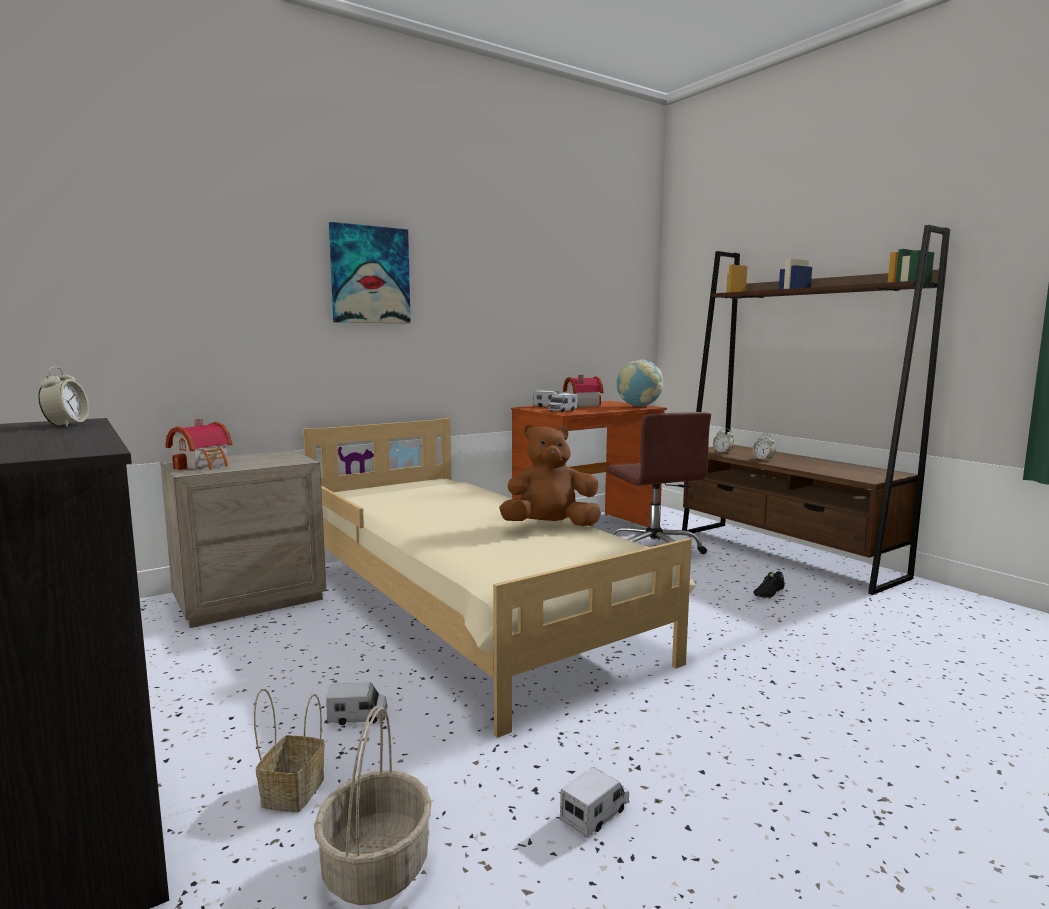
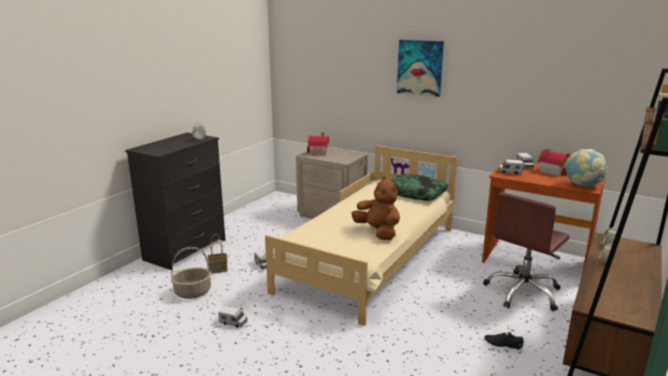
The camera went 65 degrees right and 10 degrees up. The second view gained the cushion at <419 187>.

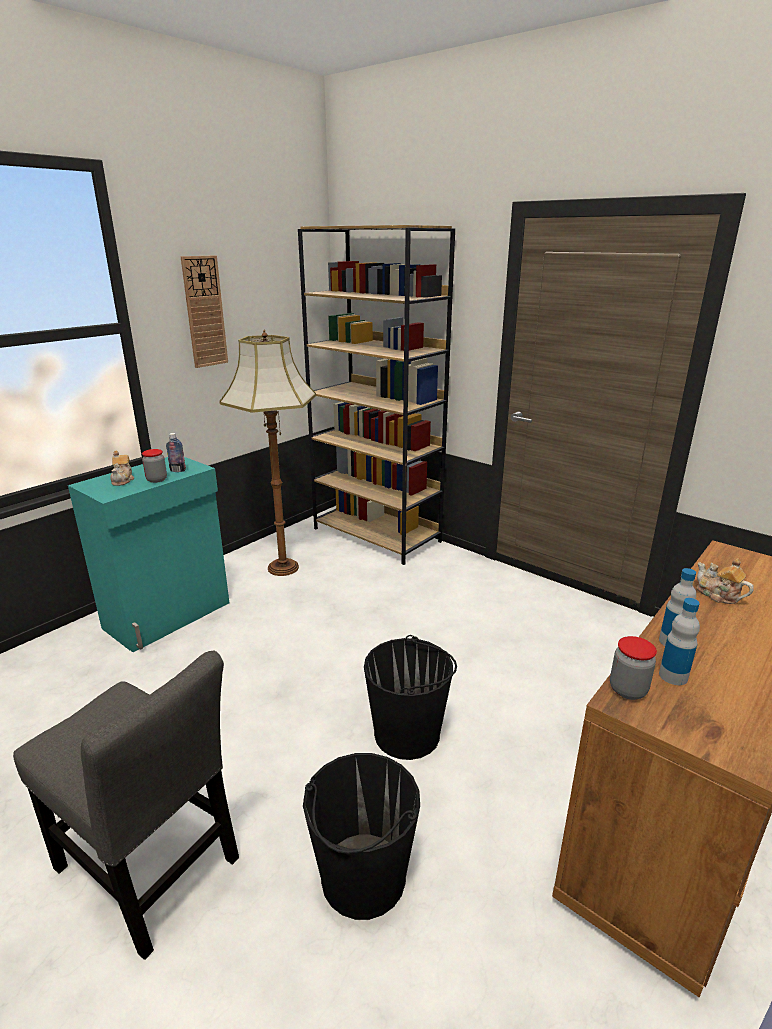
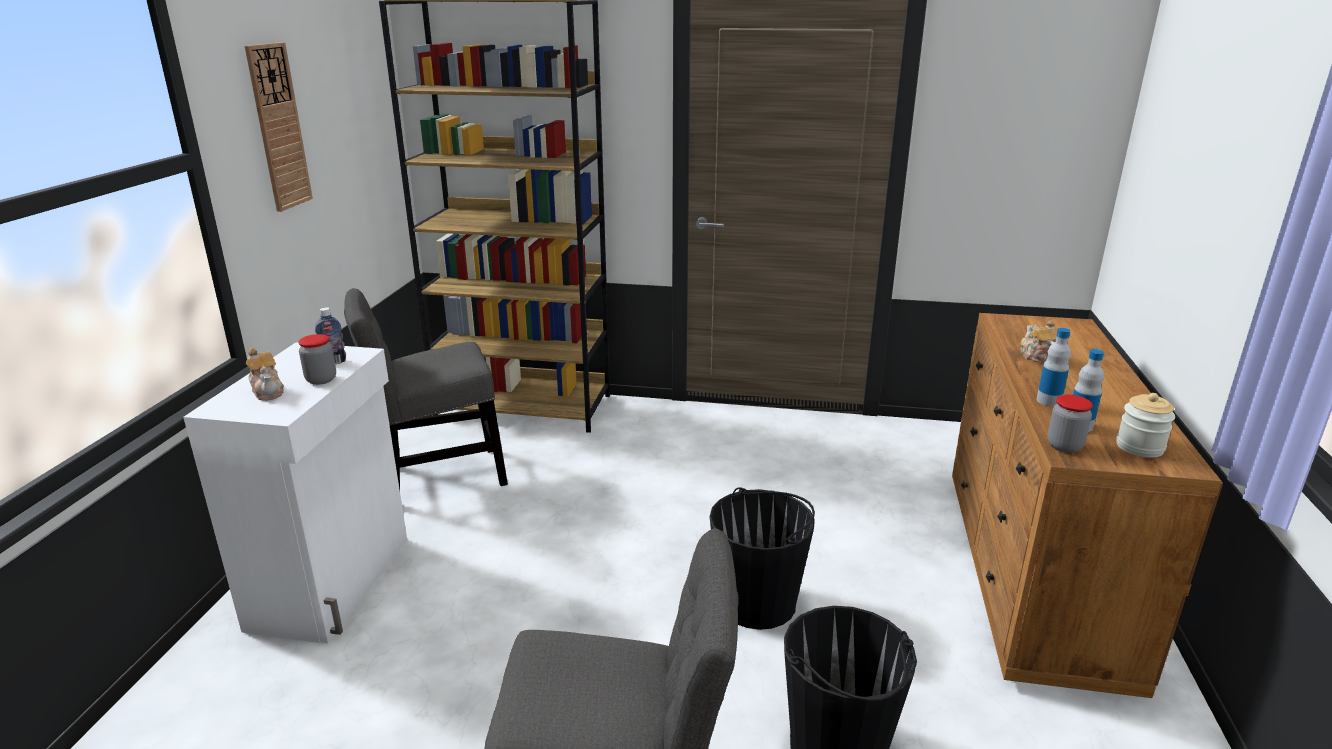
The camera went 30 degrees left and 0 degrees up. What was the cabinet in turquoise-coloured at <148 554> turned into the cabinet in white at <295 492>. Where the standard lamp stood at <267 453>, the chair in grey came to stand at <426 388>. The pot for tea at <725 581> ended up facing another way, 60 degrees clockwise from before. The second view gained the jar at <1145 425>.

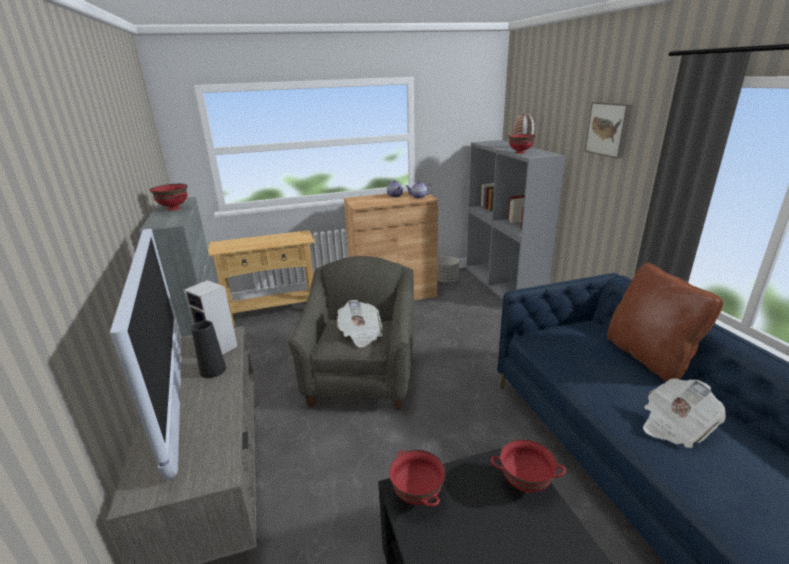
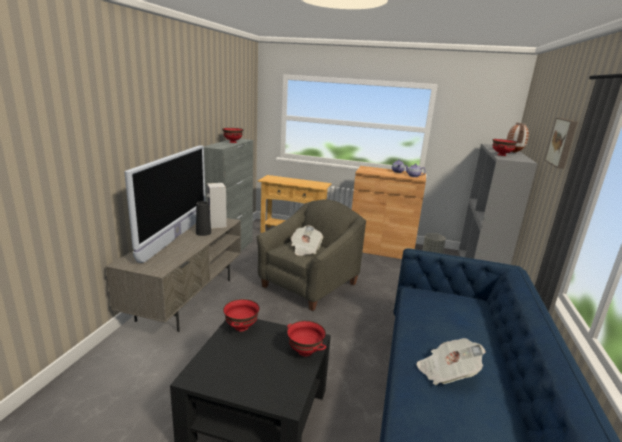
The camera went 30 degrees right and 5 degrees down. The second view lost the cushion in brown-coloured at <665 322>.

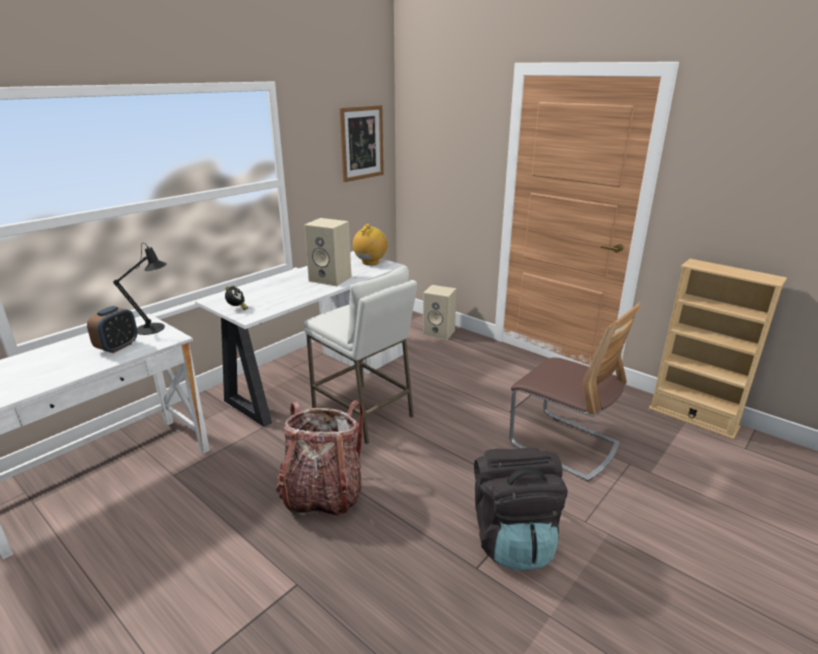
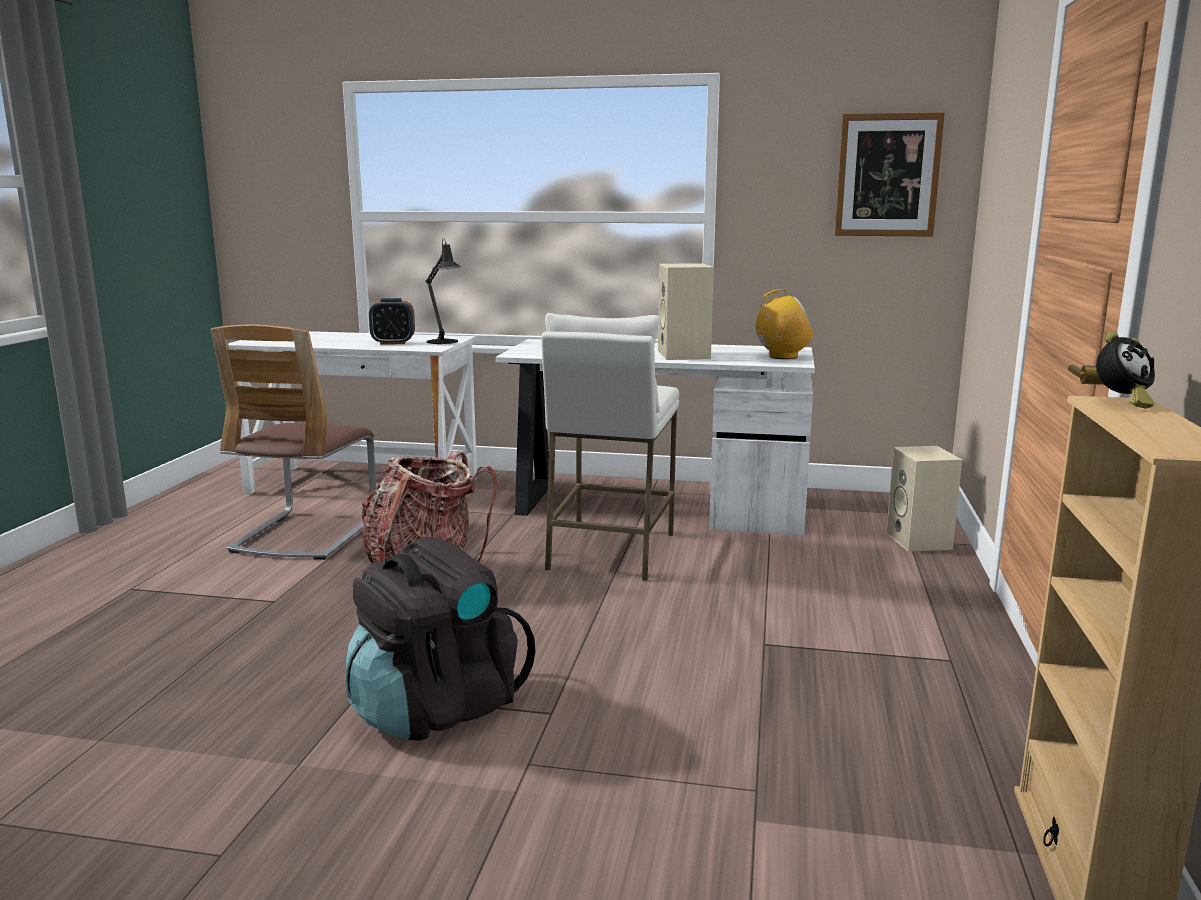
The camera went 60 degrees right and 10 degrees down. The table clock ended up elsewhere, having gone from <236 297> to <1125 370>. The chair ended up elsewhere, having gone from <575 392> to <293 442>.

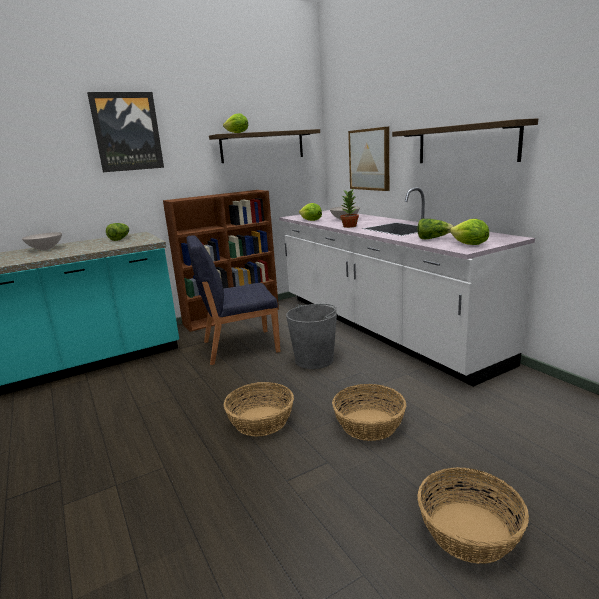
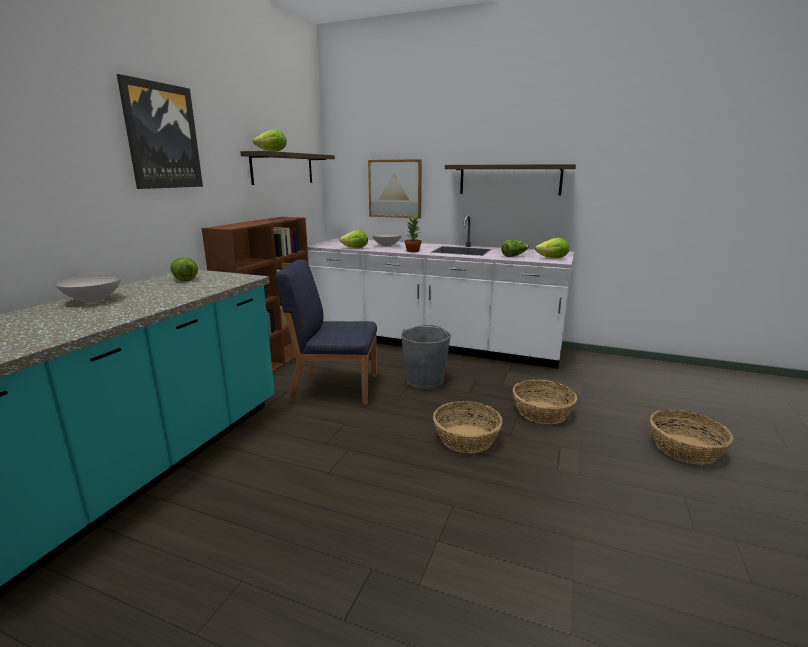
The camera went 40 degrees left and 0 degrees up. The chair in blue at <233 300> ended up facing another way, 60 degrees clockwise from before.

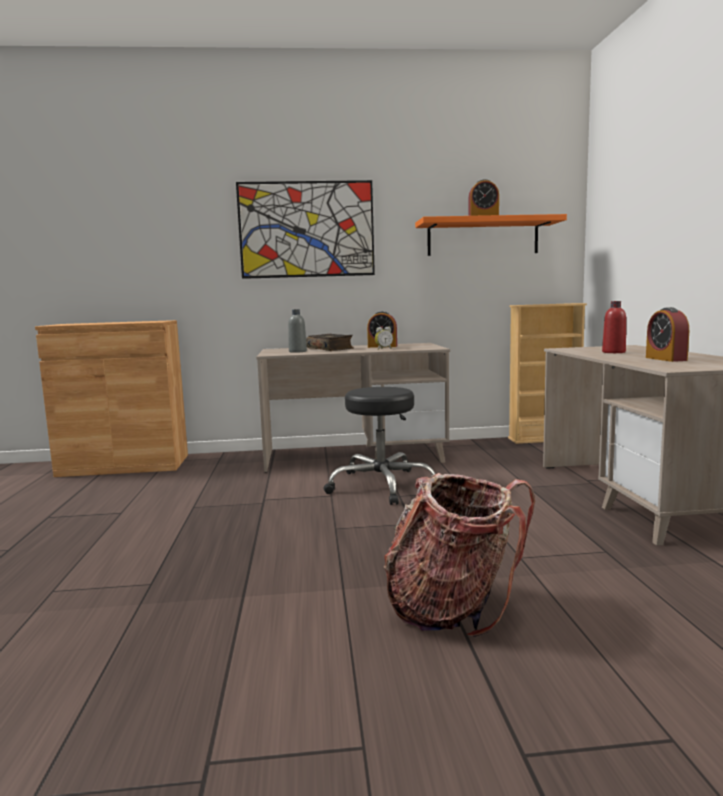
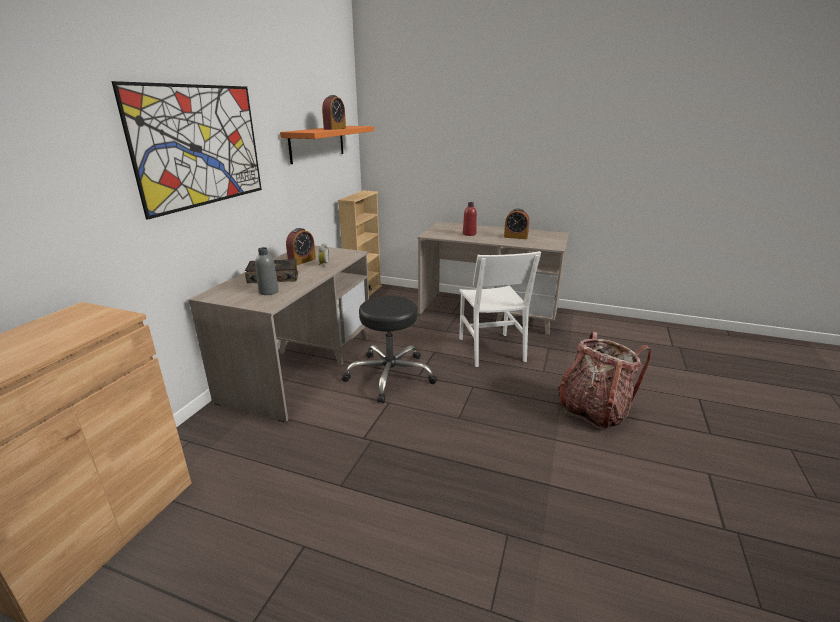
The camera went 65 degrees left and 15 degrees up. The second view gained the chair in white at <500 309>.

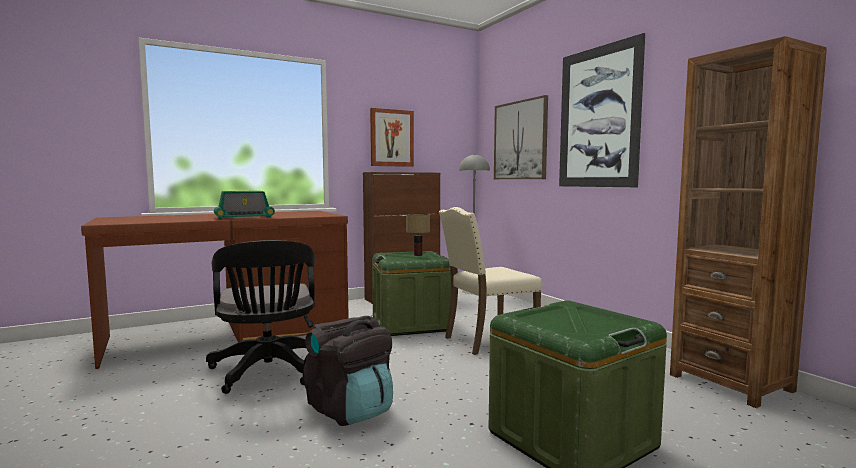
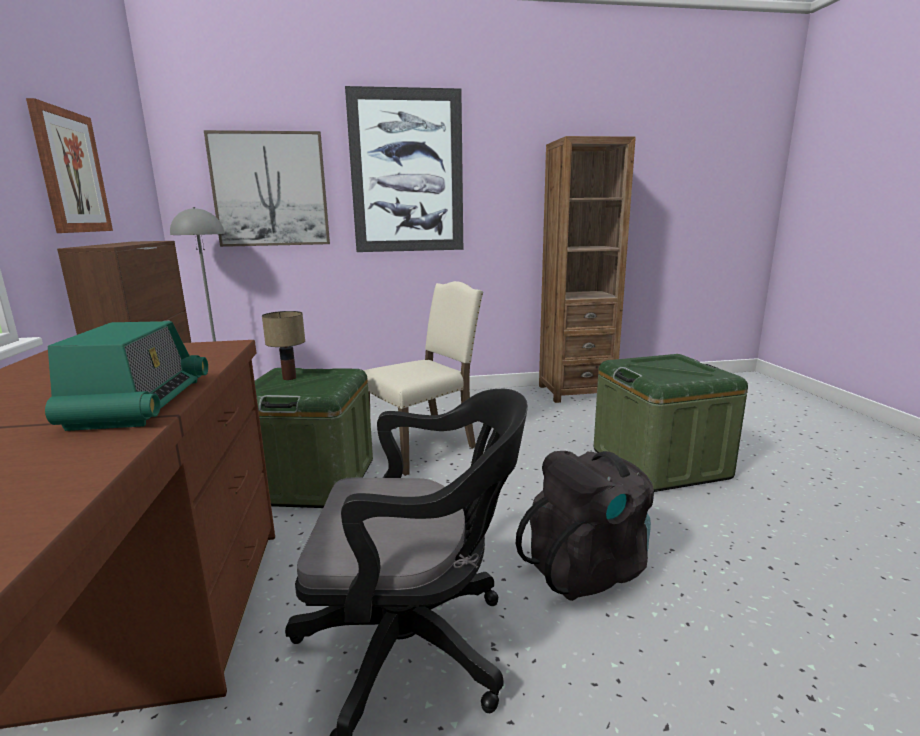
The camera went 70 degrees left and 10 degrees up. The chair in beige at <490 281> ended up facing another way, 120 degrees counterclockwise from before.

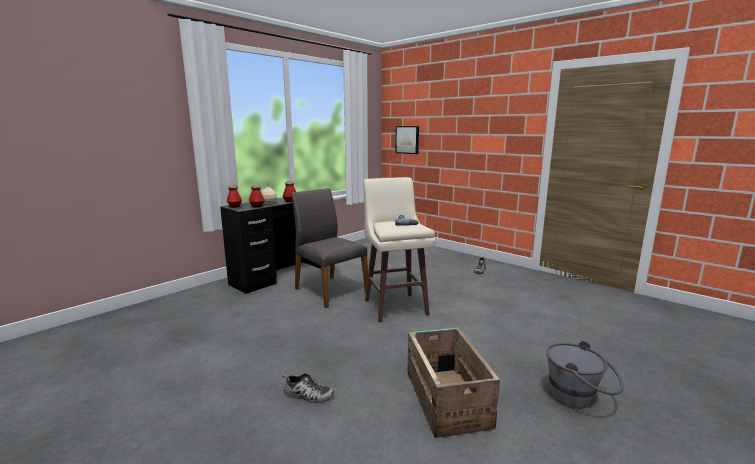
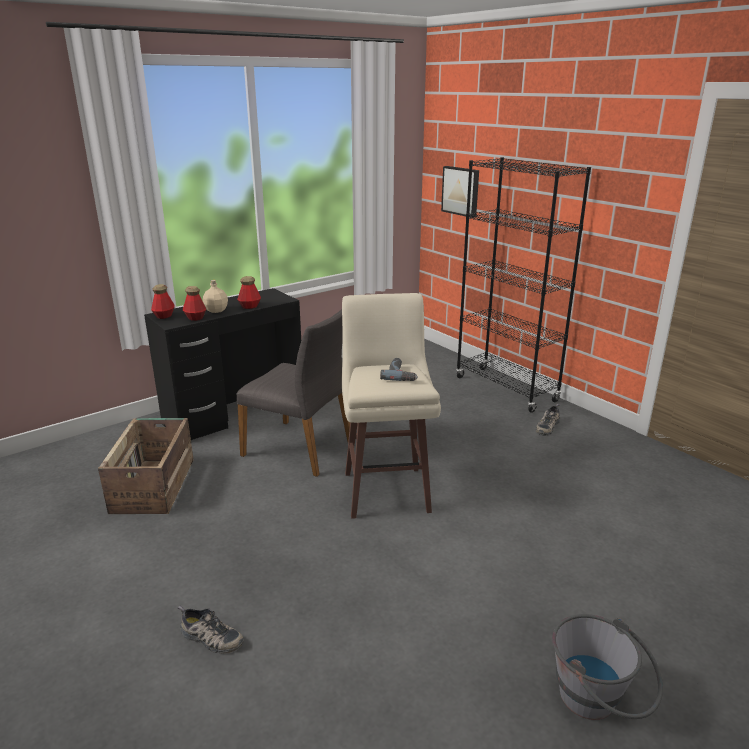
The camera went 10 degrees right and 10 degrees up. The chair in grey at <330 248> ended up facing another way, 150 degrees clockwise from before. The packing crate ended up elsewhere, having gone from <453 383> to <146 466>. The second view gained the bookcase in black at <523 285>.

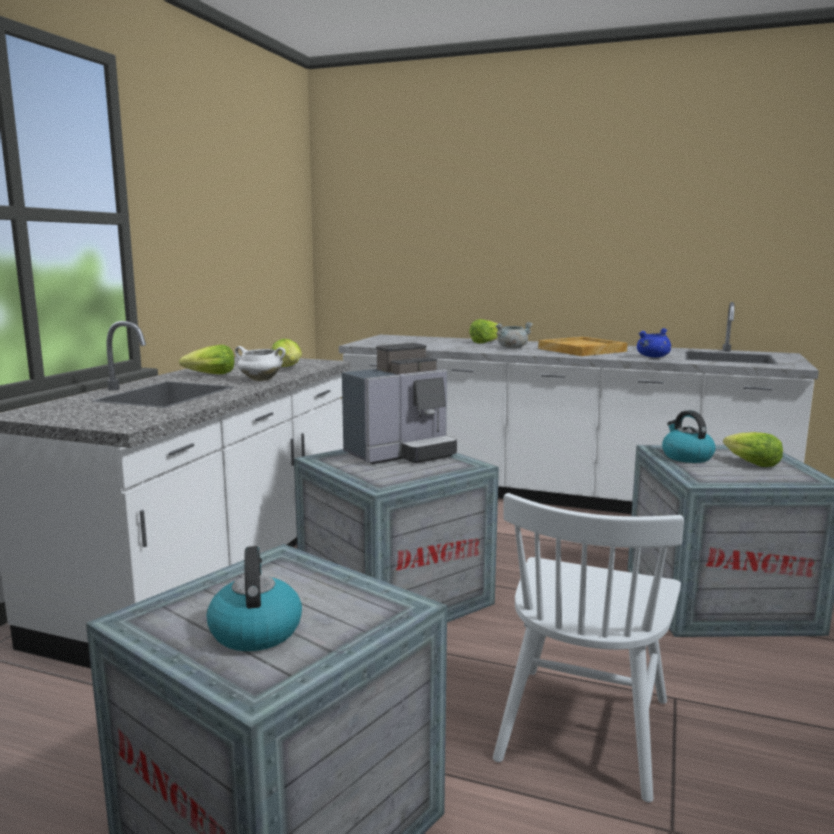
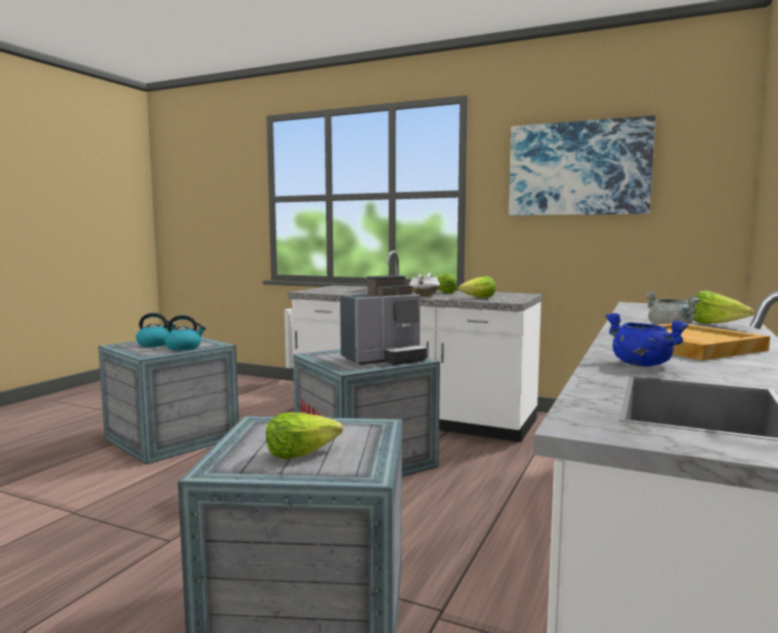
The camera went 95 degrees right and 5 degrees down. The coffee maker at <399 403> ended up facing another way, 90 degrees counterclockwise from before. The second view lost the chair in white at <588 648>. The water kettle ended up elsewhere, having gone from <689 436> to <185 332>. The second view gained the wall art at <582 165>.

